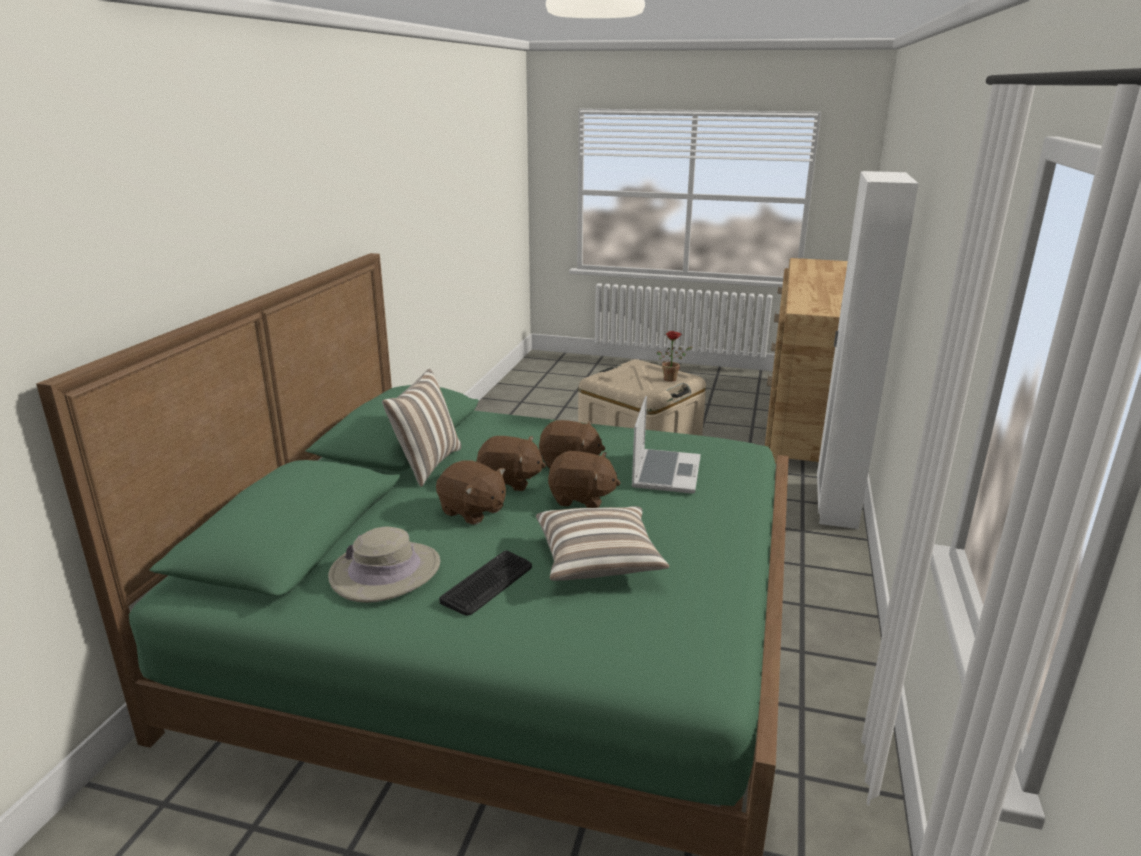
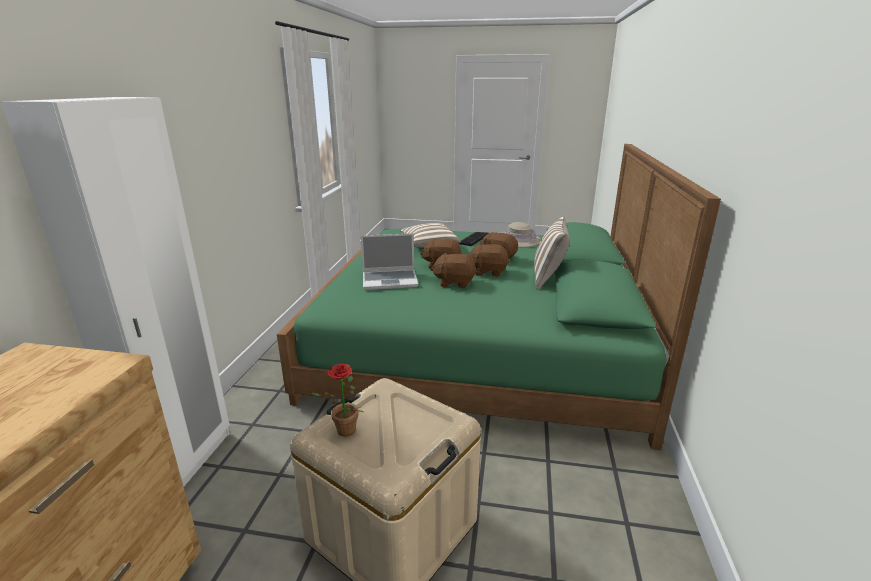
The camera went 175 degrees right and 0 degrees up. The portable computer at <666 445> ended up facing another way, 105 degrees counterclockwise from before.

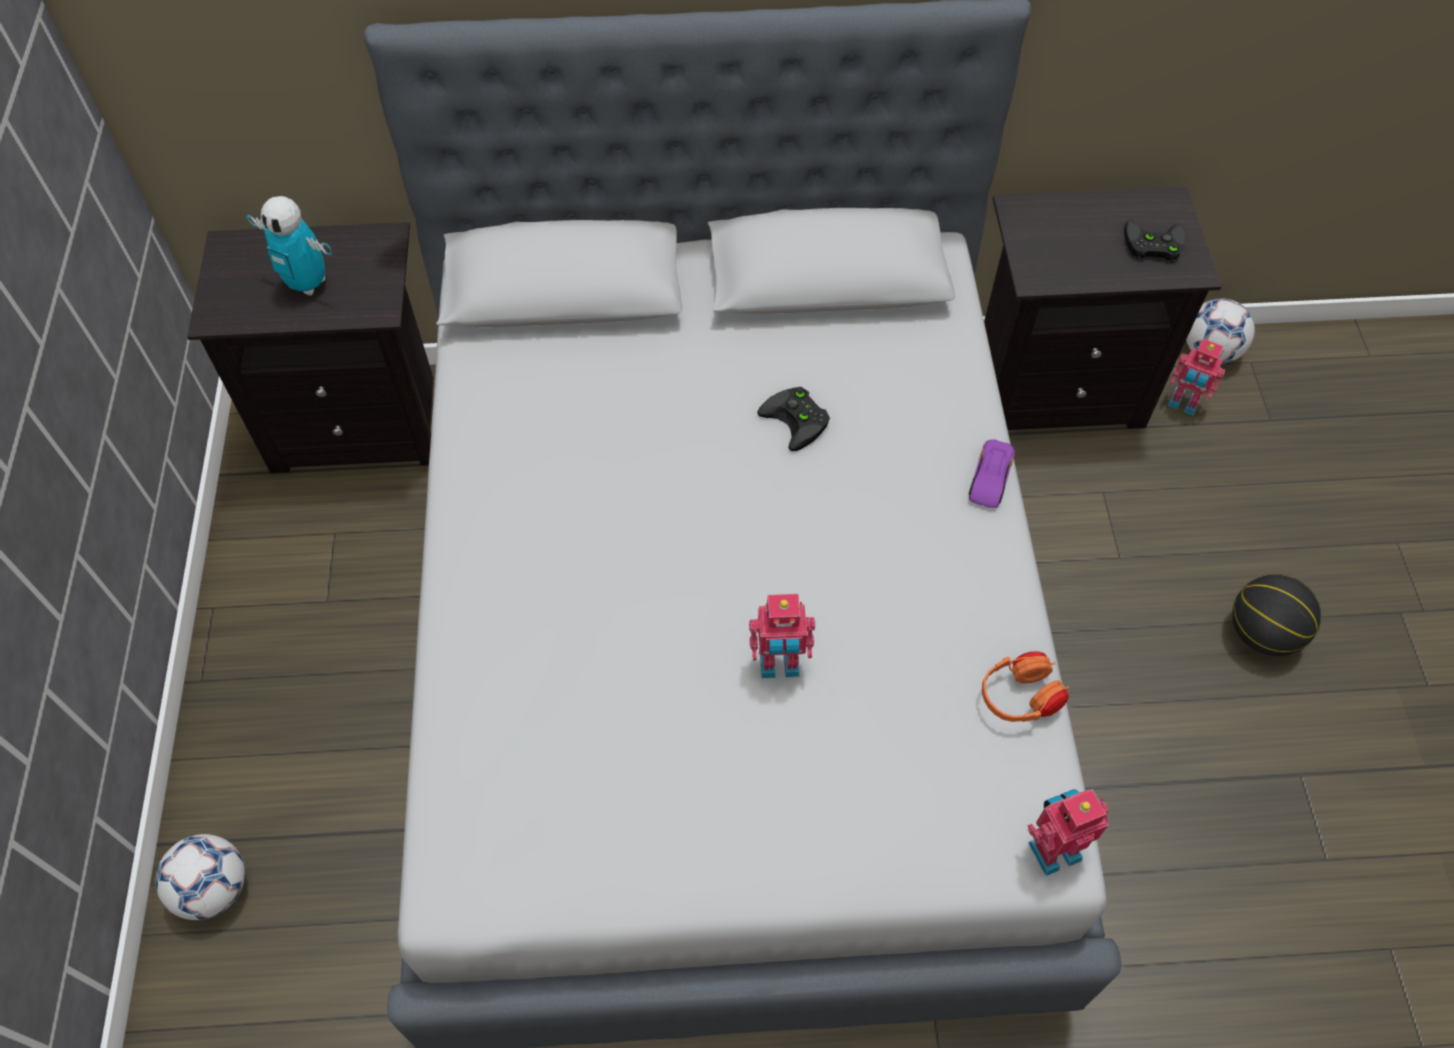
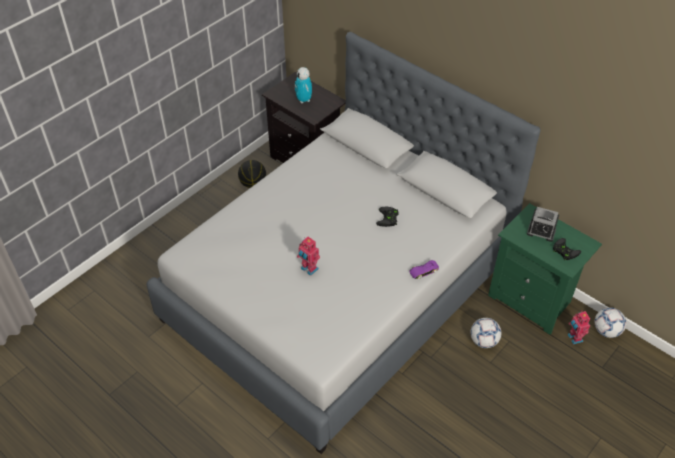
The camera went 45 degrees right and 10 degrees down. The football ball ended up elsewhere, having gone from <200 877> to <486 333>. The second view lost the headphones in orange-coloured at <1025 686>. What was the nightstand in black at <1102 308> turned into the nightstand in green at <545 269>. The second view lost the toy robot at <1068 832>. The basketball ended up elsewhere, having gone from <1276 615> to <252 174>. The second view gained the table clock at <543 224>.

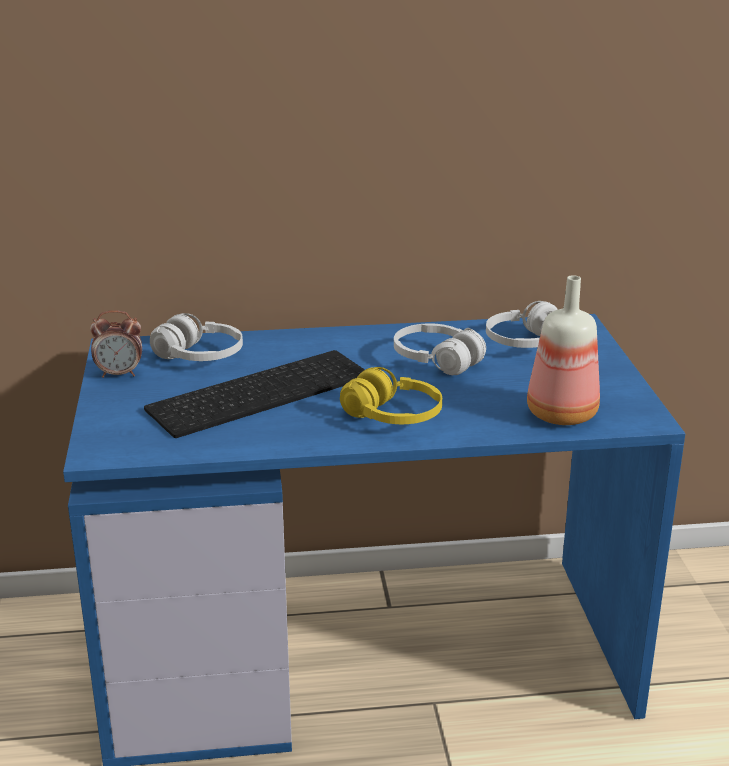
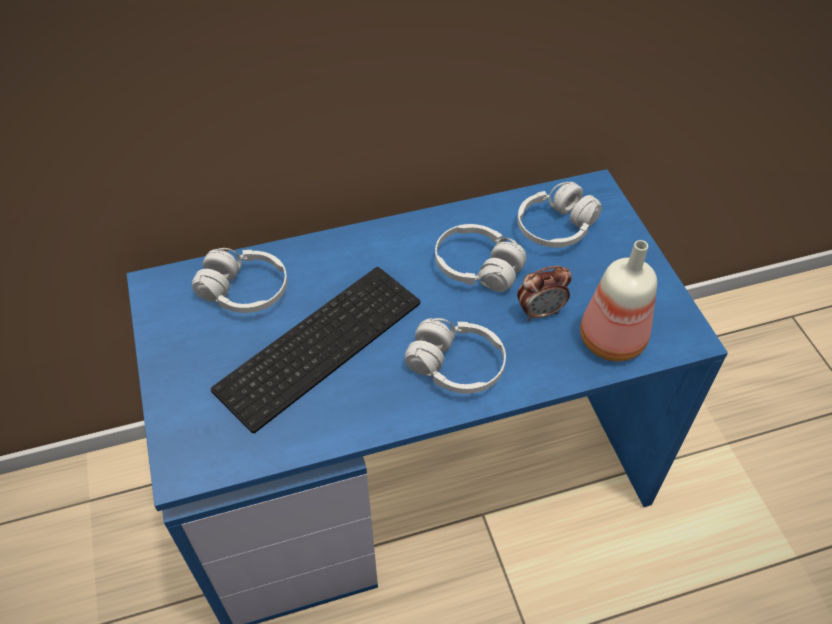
The camera went 10 degrees left and 25 degrees up. The table clock ended up elsewhere, having gone from <116 344> to <544 293>. What was the headphones in yellow at <391 395> turned into the headphones in white at <455 356>.

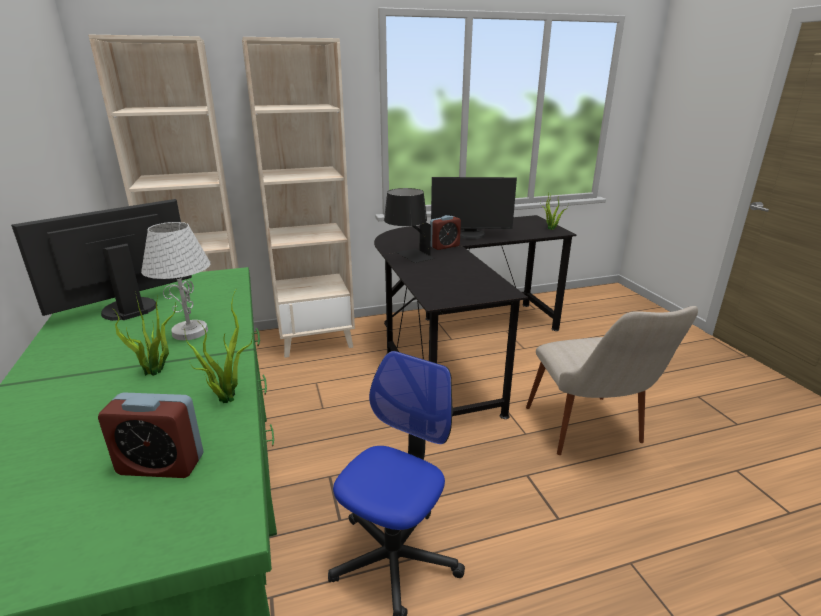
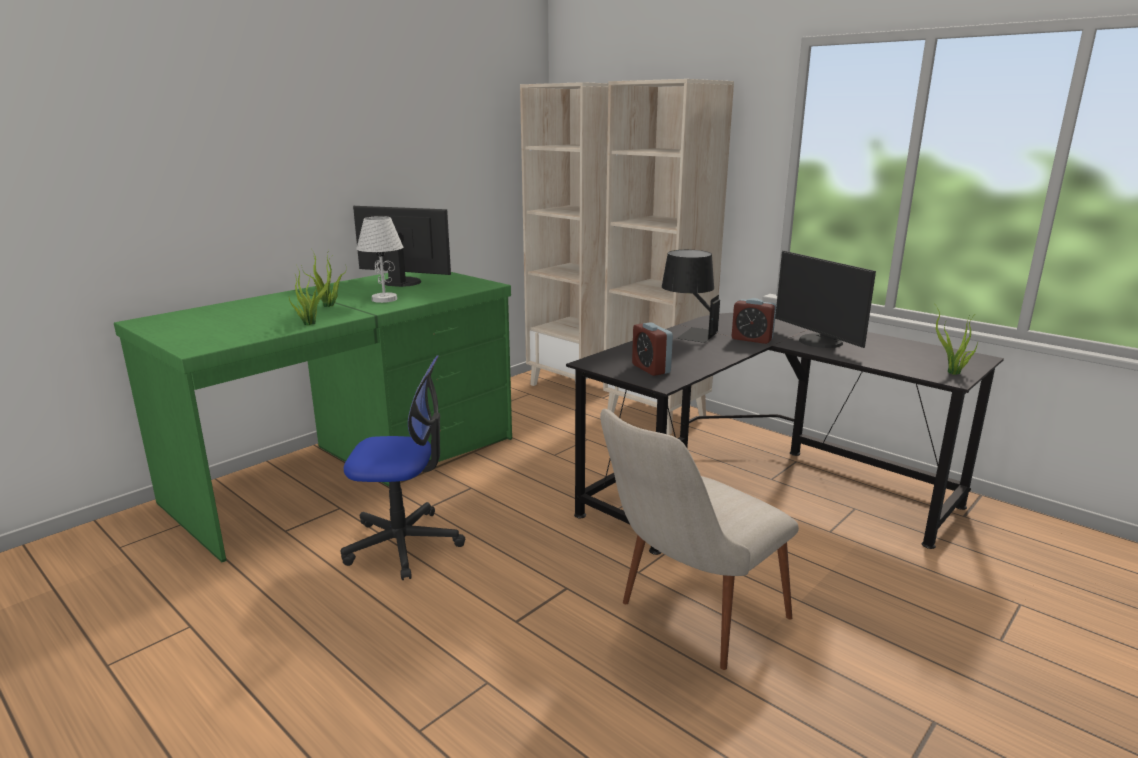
The camera went 60 degrees right and 5 degrees down. The table clock ended up elsewhere, having gone from <150 435> to <652 349>.

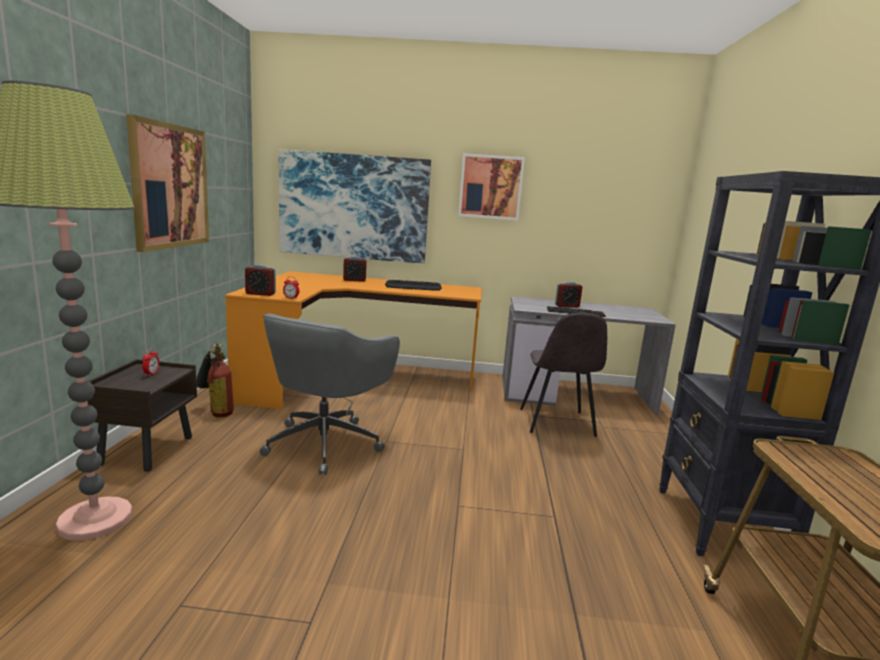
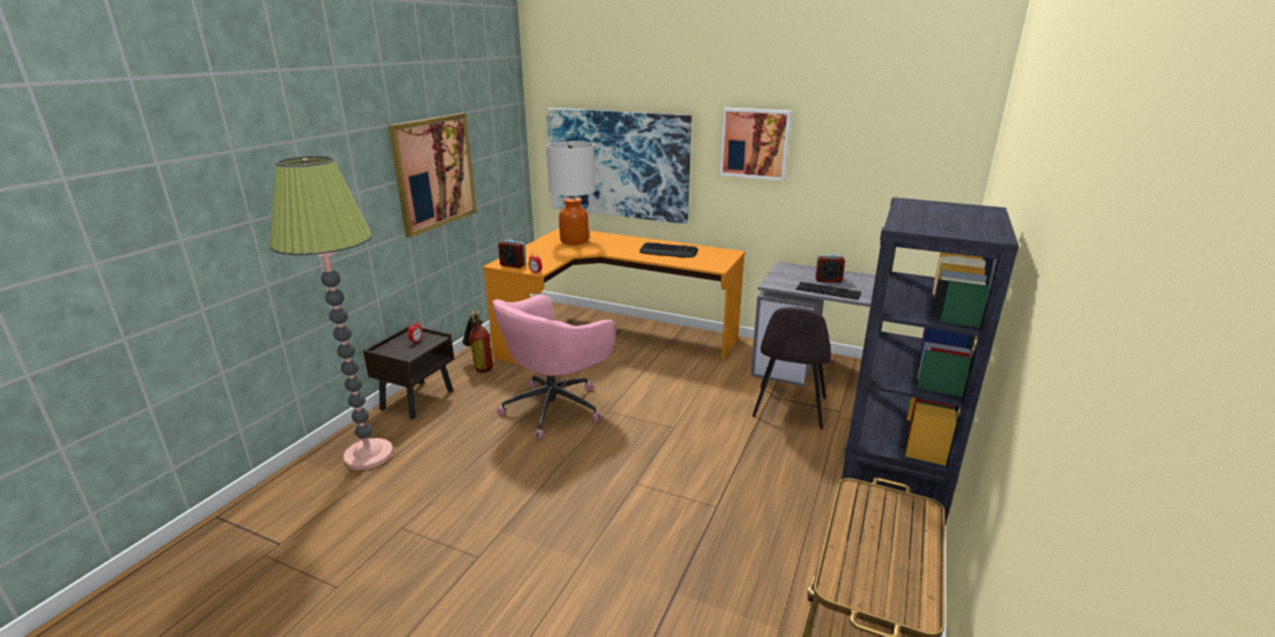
The camera went 20 degrees right and 10 degrees up. What was the computer chair in grey at <329 394> turned into the computer chair in pink-coloured at <554 367>. The second view lost the table clock at <355 269>. The second view gained the table lamp at <571 193>.

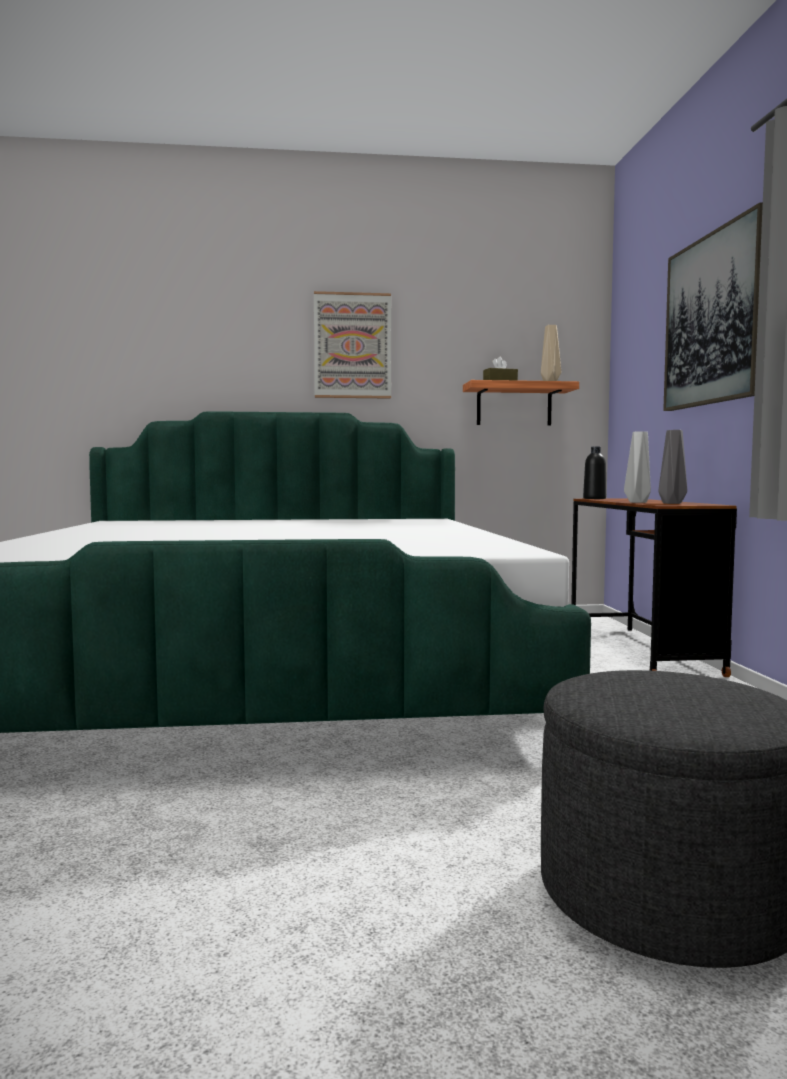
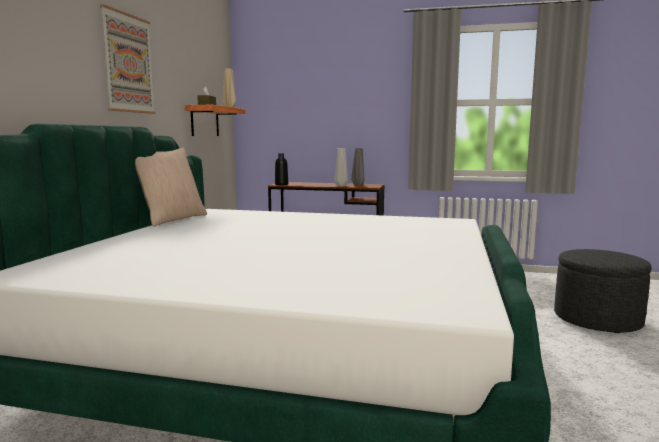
The camera went 70 degrees left and 5 degrees up. The second view lost the wall art at <713 306>. The second view gained the cushion in beige at <171 187>.

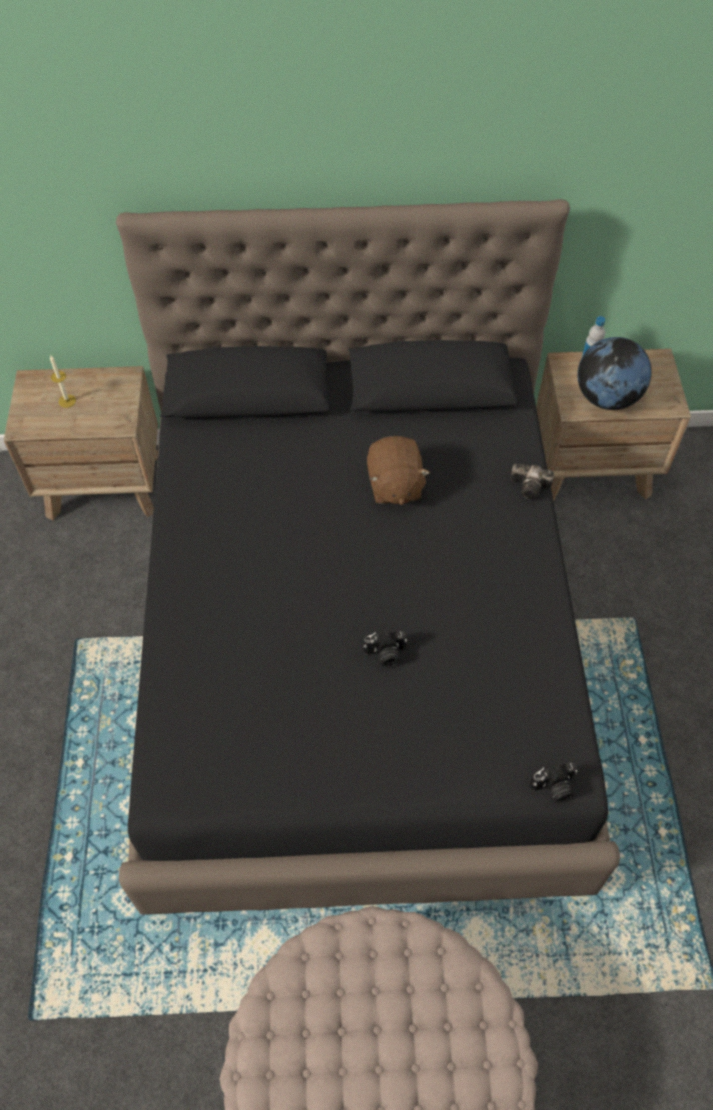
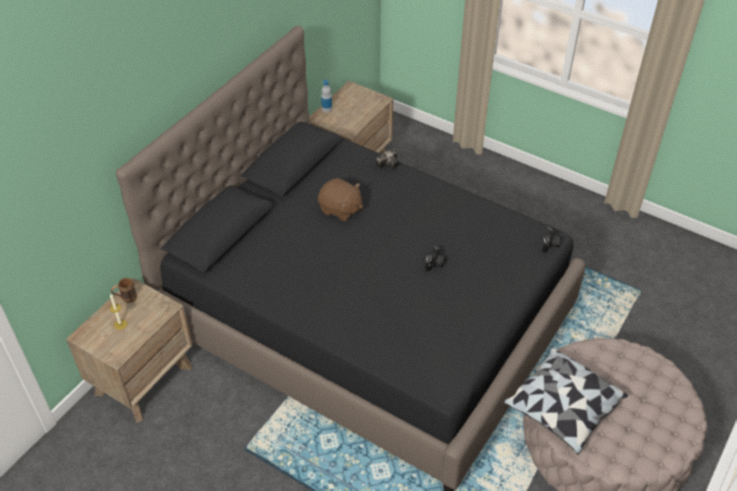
The camera went 55 degrees left and 10 degrees down. The second view lost the desk globe at <614 373>. The second view gained the mug in brown-coloured at <124 290>. The second view gained the cushion at <566 401>.

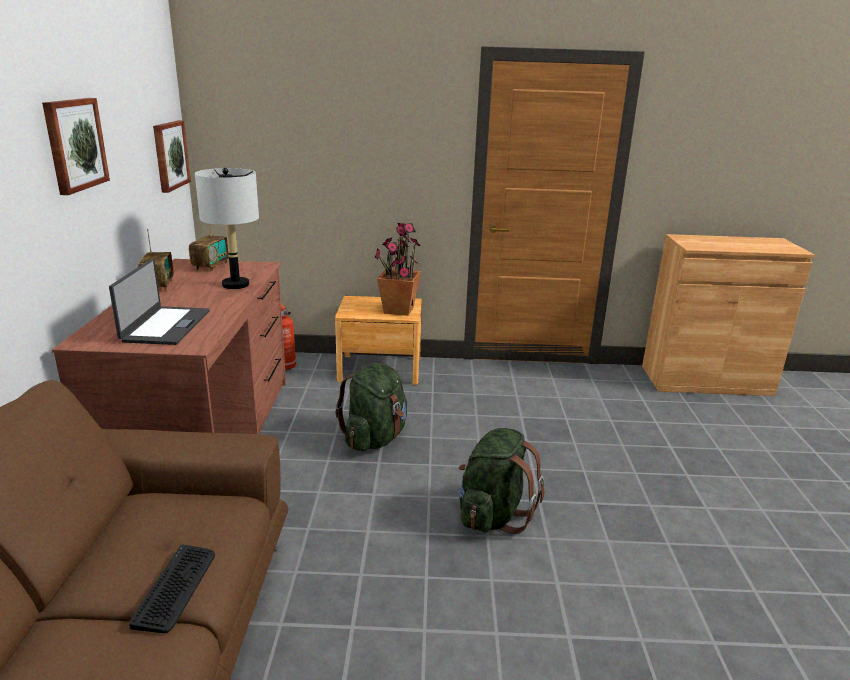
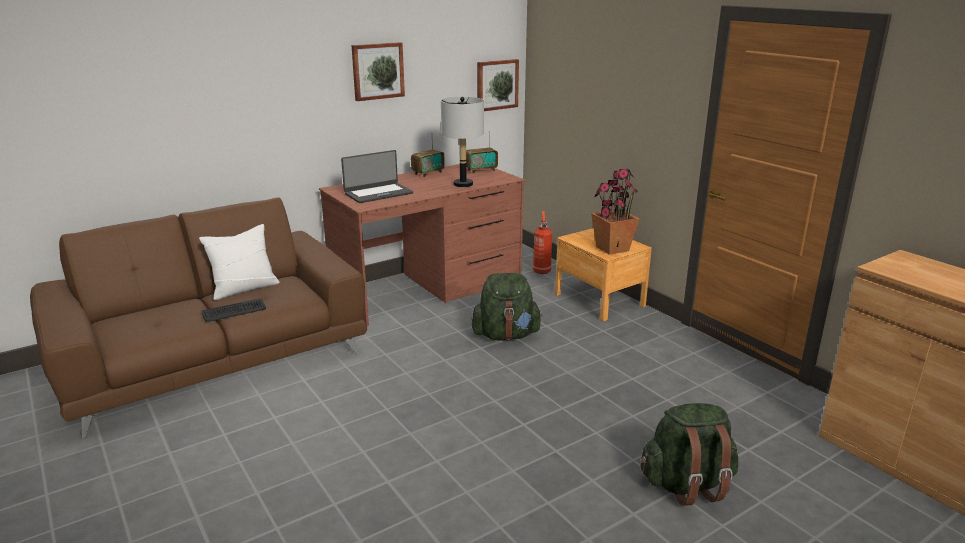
The camera went 55 degrees right and 0 degrees up. The rucksack in green ended up elsewhere, having gone from <501 481> to <689 454>. The second view gained the cushion in white at <239 262>.

